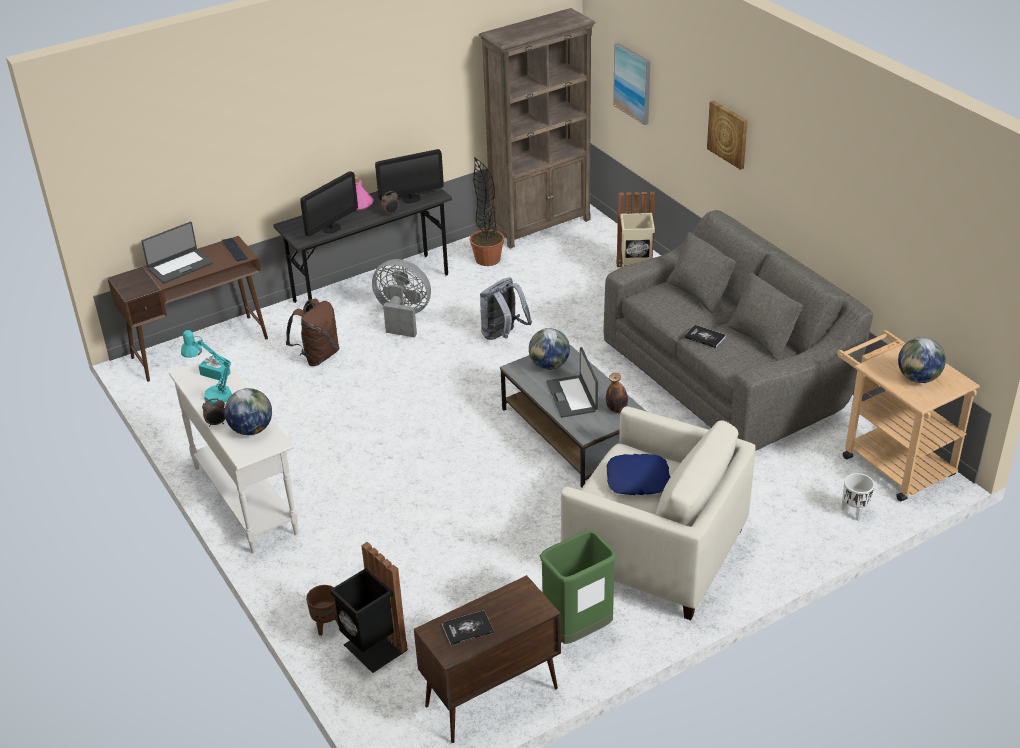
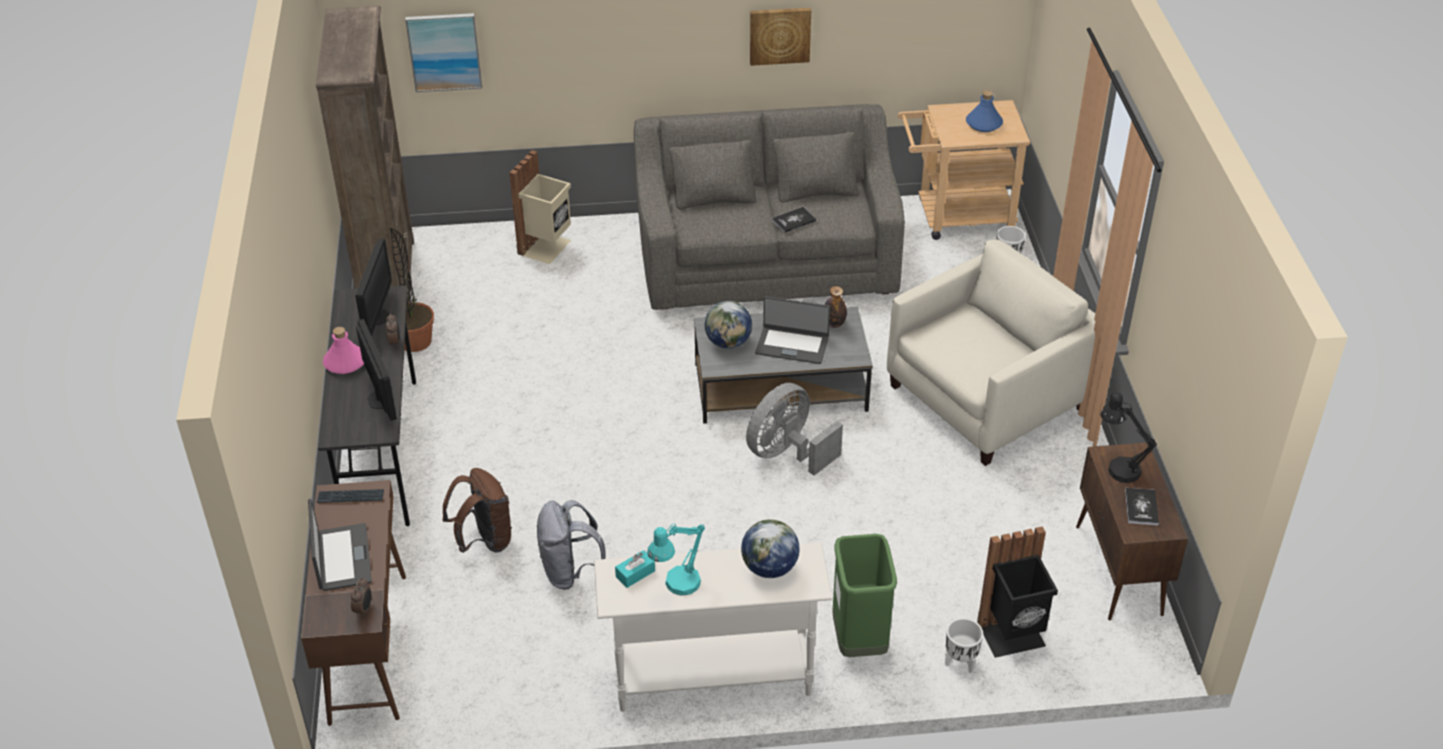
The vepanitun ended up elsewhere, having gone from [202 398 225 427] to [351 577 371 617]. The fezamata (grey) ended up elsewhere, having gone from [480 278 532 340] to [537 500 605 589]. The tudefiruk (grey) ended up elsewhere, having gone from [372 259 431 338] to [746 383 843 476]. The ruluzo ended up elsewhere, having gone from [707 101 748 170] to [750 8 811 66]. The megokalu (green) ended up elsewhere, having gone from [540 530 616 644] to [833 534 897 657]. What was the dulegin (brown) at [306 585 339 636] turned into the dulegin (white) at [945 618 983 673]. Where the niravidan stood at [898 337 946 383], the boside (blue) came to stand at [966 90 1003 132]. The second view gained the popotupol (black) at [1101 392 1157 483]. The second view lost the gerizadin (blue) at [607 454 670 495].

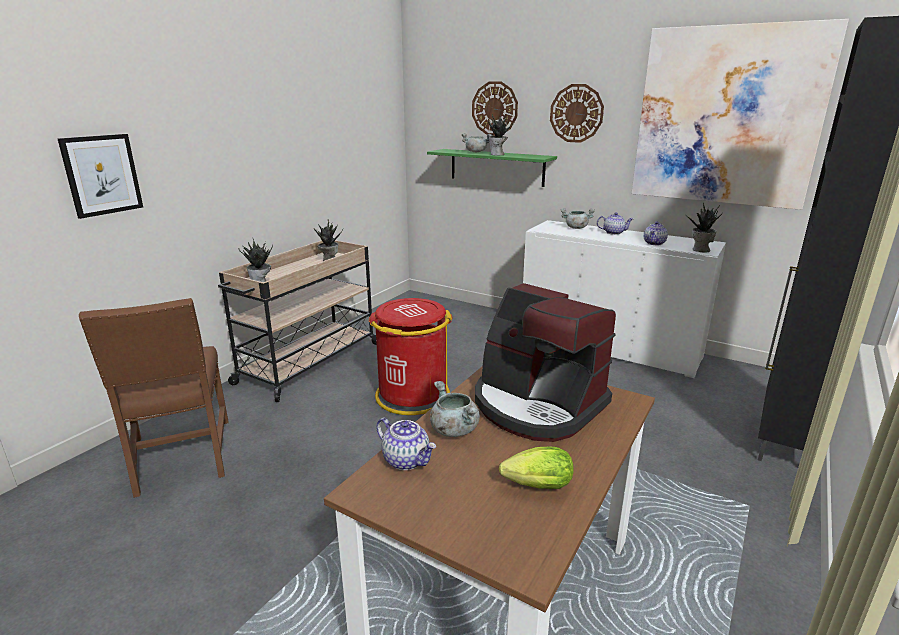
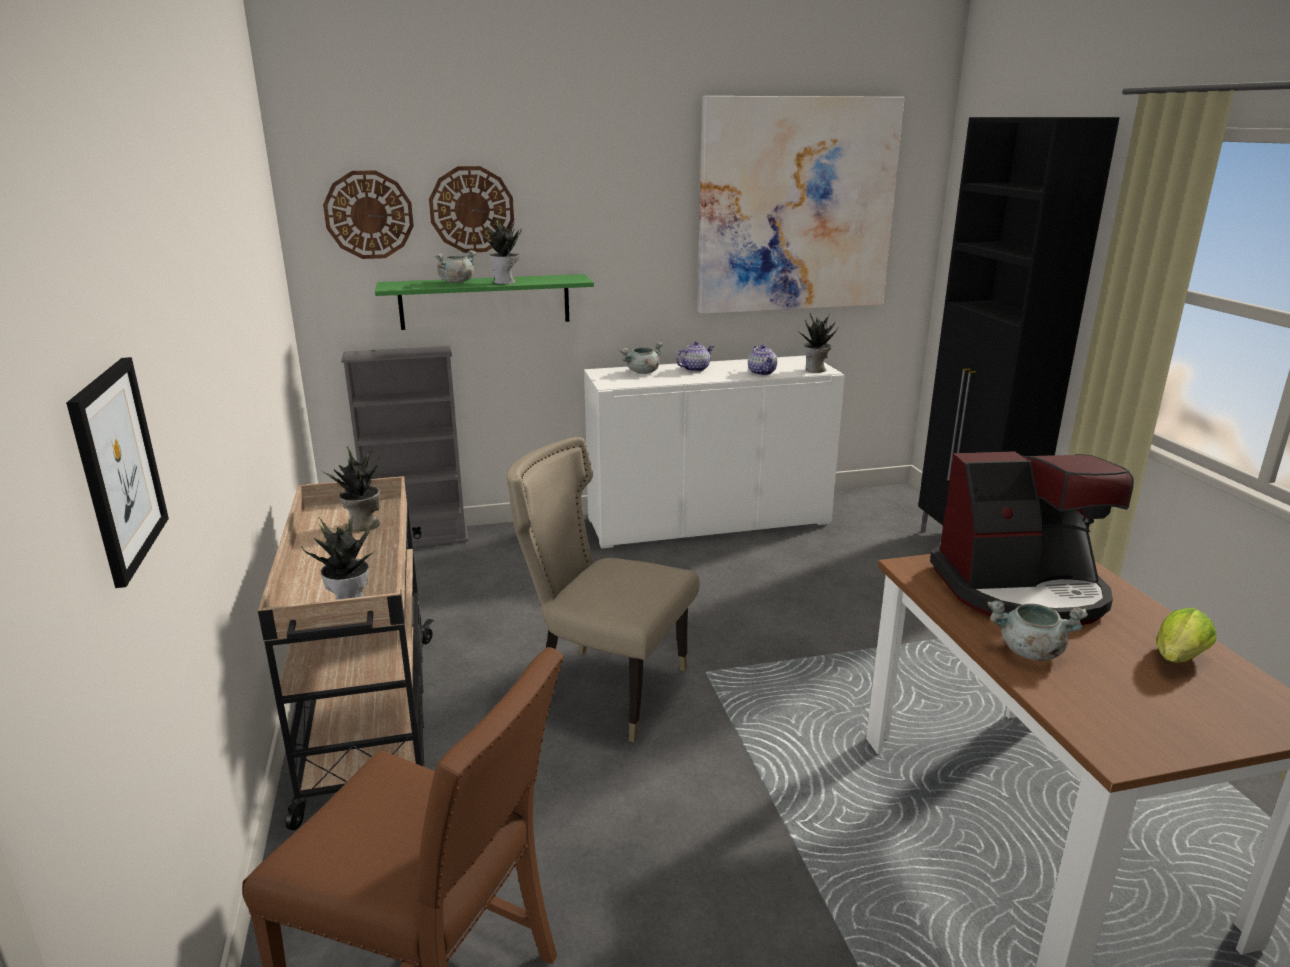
The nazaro ended up elsewhere, having gone from [550 84 604 143] to [323 170 414 259]. The second view gained the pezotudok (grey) at [341 346 468 547]. Where the megokalu (red) stood at [369 298 452 415], the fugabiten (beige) came to stand at [506 437 700 743]. The second view lost the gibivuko at [376 417 436 470].

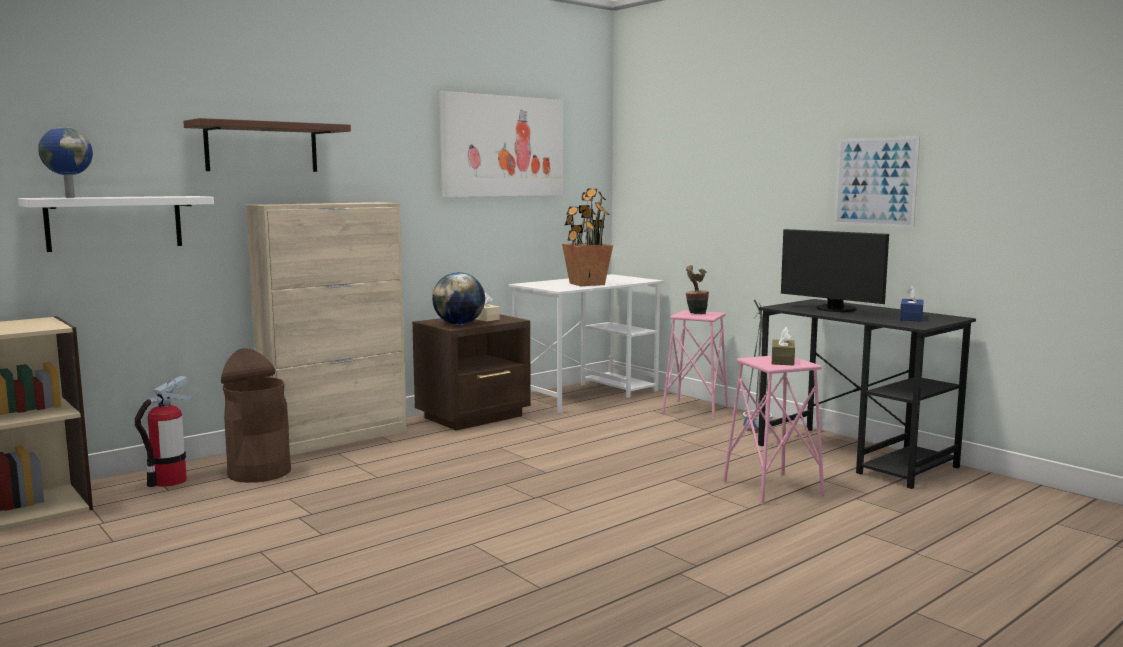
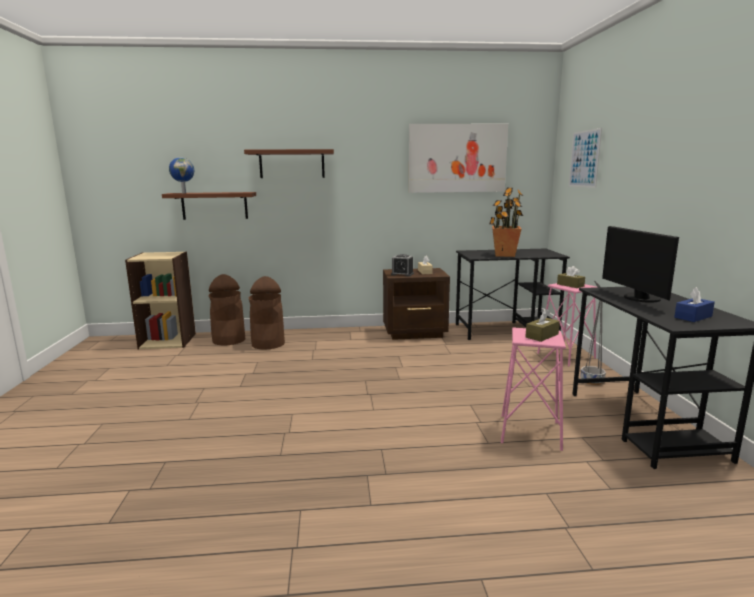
What was the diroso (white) at [18 196 214 252] turned into the diroso (brown) at [162 192 256 220]. Where the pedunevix stood at [135 376 192 487], the megokalu (brown) came to stand at [209 274 245 345]. Where the niravidan stood at [432 272 485 325], the vepanitun came to stand at [391 254 414 276]. What was the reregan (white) at [509 274 664 413] turned into the reregan (black) at [456 249 570 340]. Where the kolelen stood at [685 265 709 314], the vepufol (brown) came to stand at [557 266 585 288]. The ruluzo ended up elsewhere, having gone from [834 136 920 228] to [569 128 602 188]. The second view lost the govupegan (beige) at [246 202 407 456].

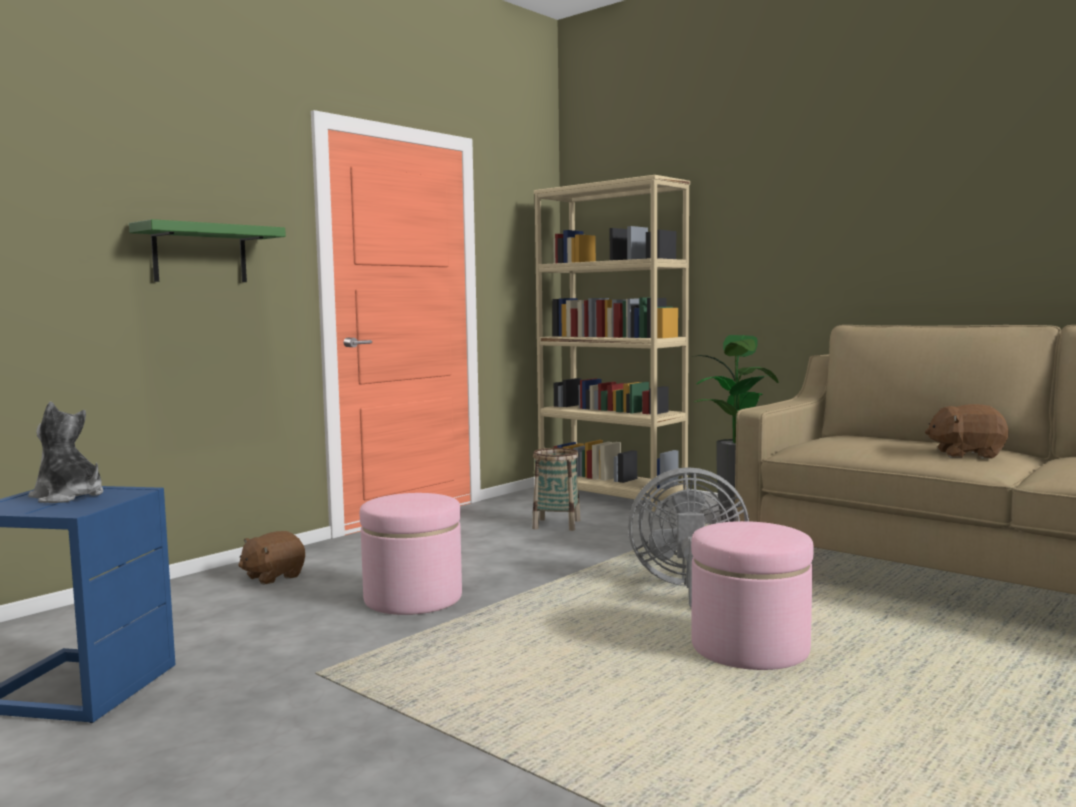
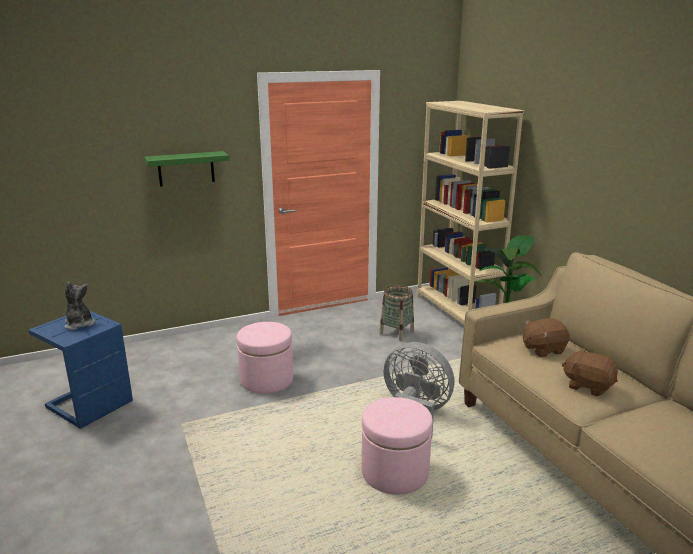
The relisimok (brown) ended up elsewhere, having gone from [239 531 305 585] to [523 318 570 357].

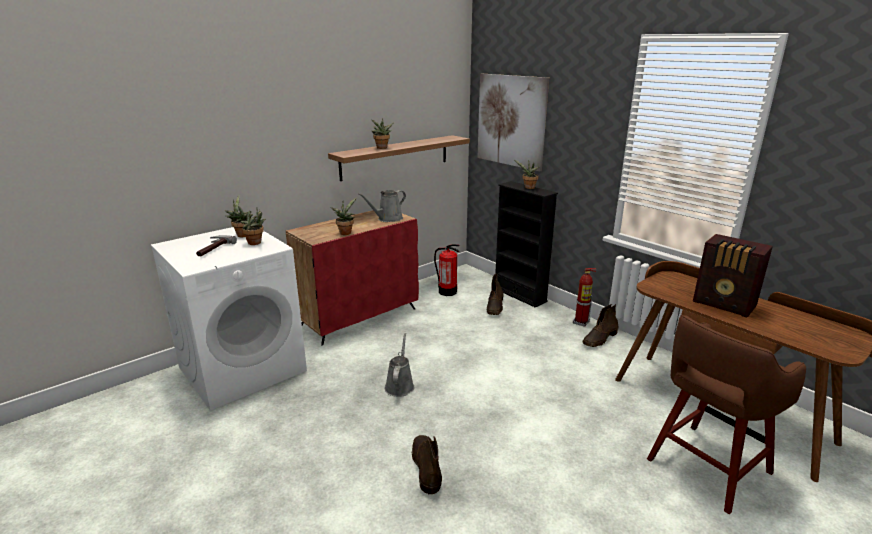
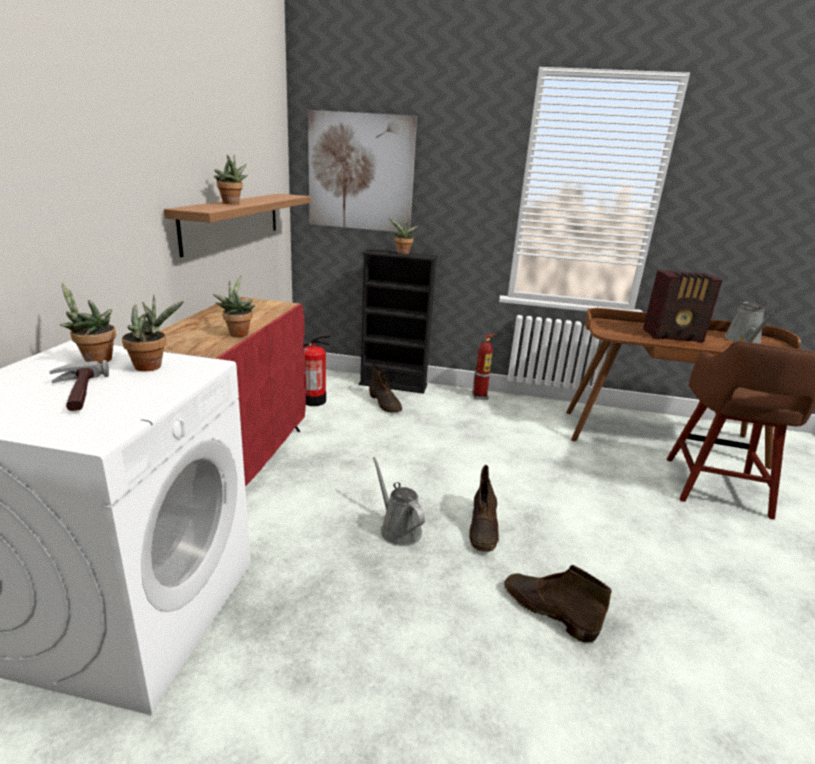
The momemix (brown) ended up elsewhere, having gone from [583 304 619 347] to [469 465 499 552]. The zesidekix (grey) ended up elsewhere, having gone from [358 190 406 222] to [725 302 777 344].

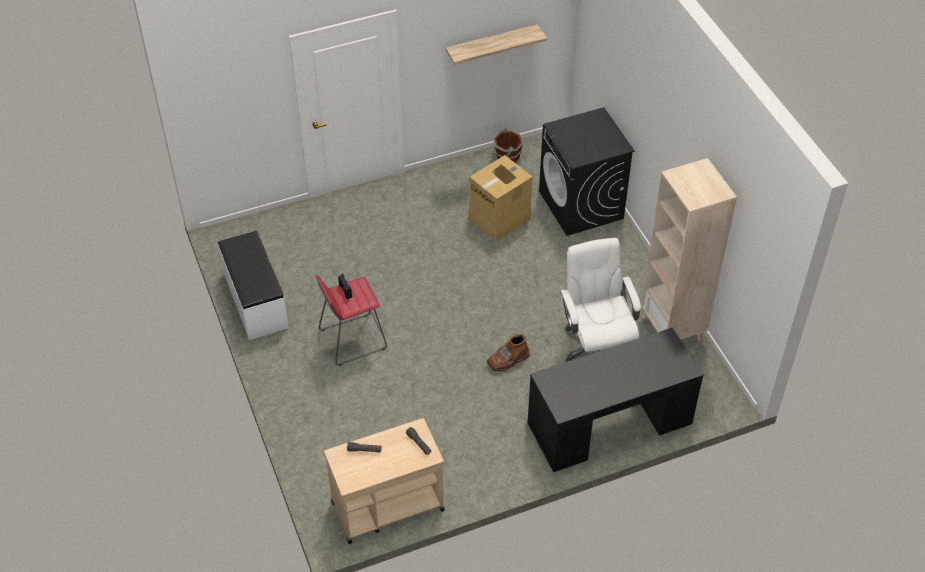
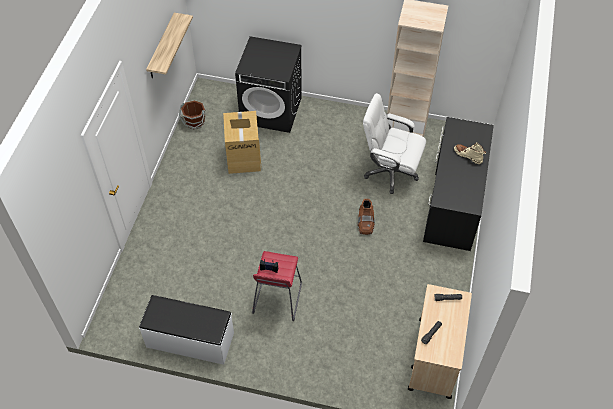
The second view gained the momemix (beige) at [454 142 486 164].

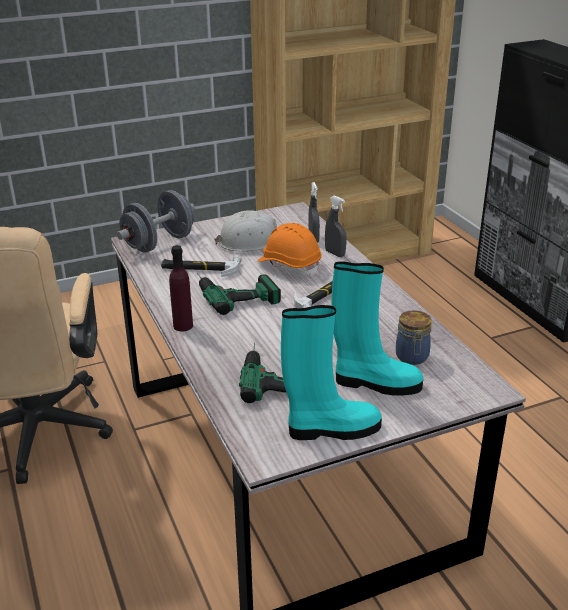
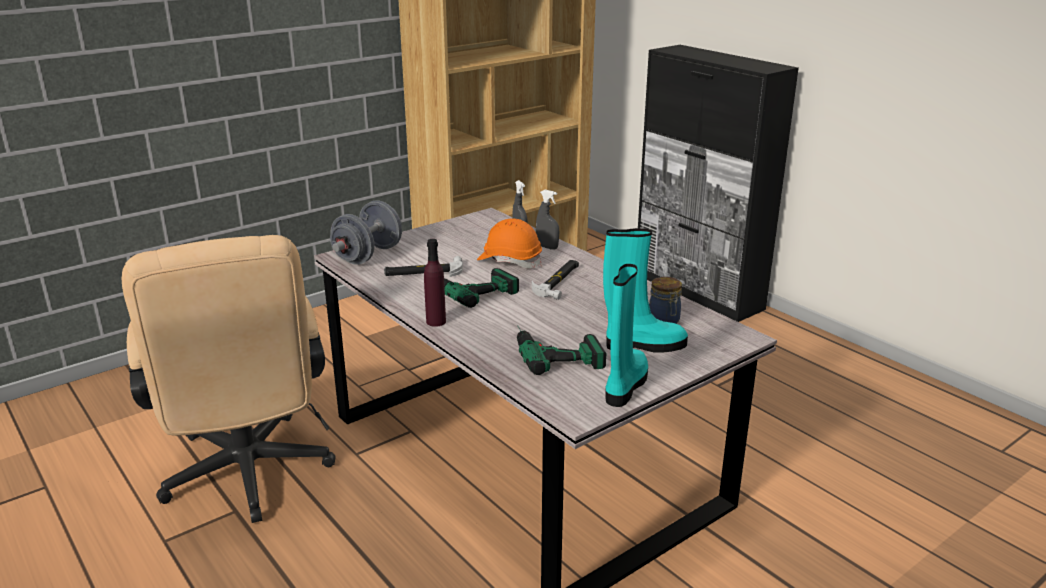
The momemix (turquoise) at [281 305 382 440] ended up facing another way, 45 degrees counterclockwise from before. The second view lost the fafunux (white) at [214 210 277 252].

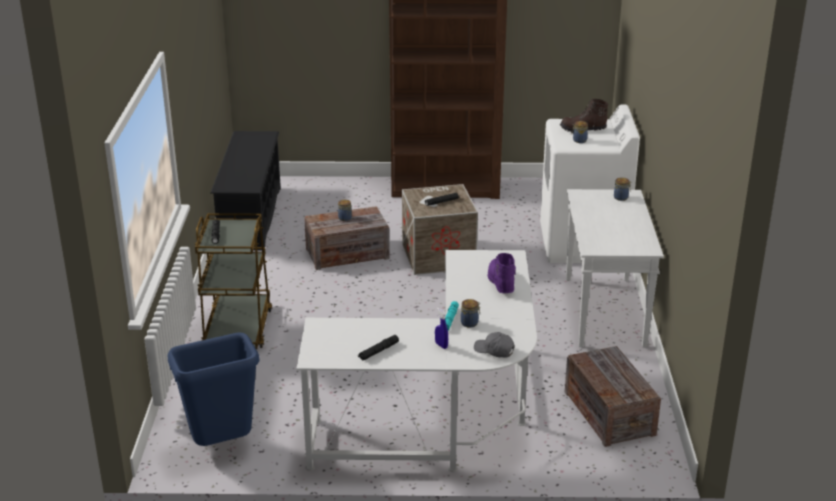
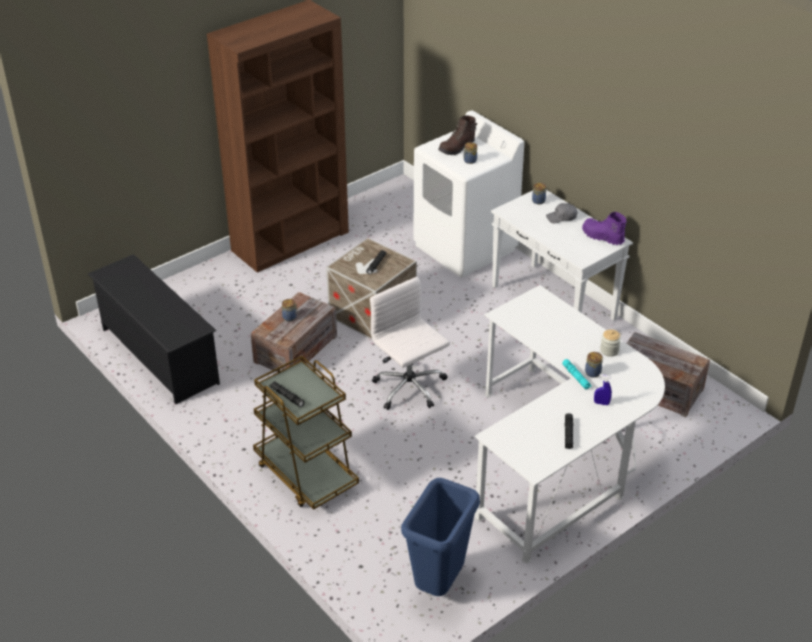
The second view gained the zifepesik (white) at [370 277 450 410]. The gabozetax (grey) ended up elsewhere, having gone from [474 332 515 358] to [546 203 578 223]. The momemix (purple) ended up elsewhere, having gone from [487 253 516 293] to [582 212 626 245]. The second view gained the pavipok at [600 329 621 357].

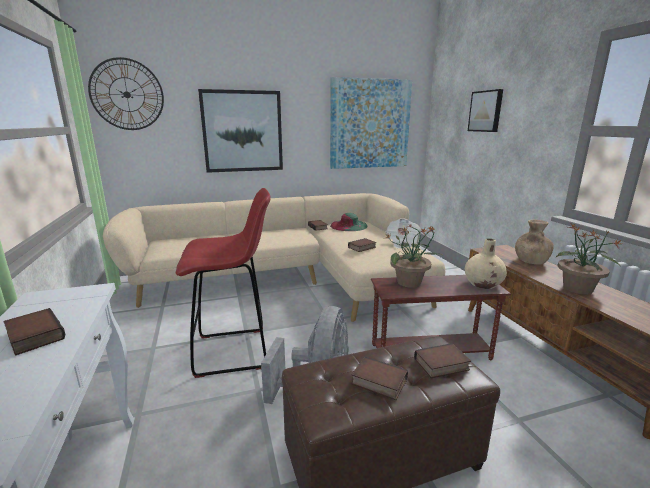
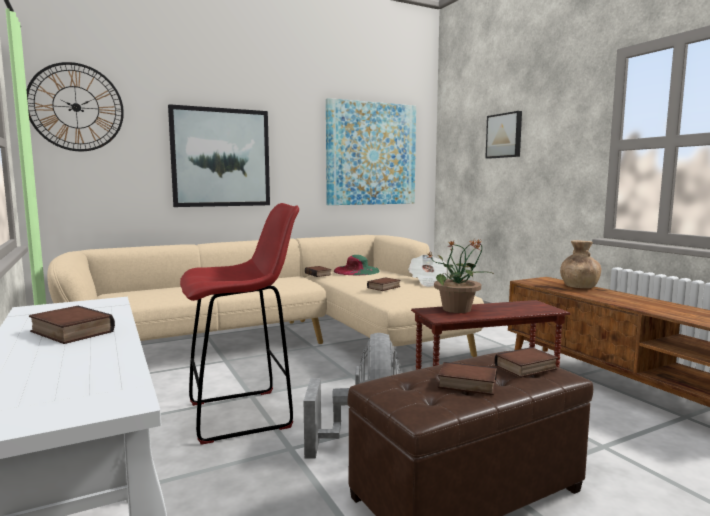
The second view lost the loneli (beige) at [465 238 507 289]. The second view lost the kolelen at [556 223 624 294].

